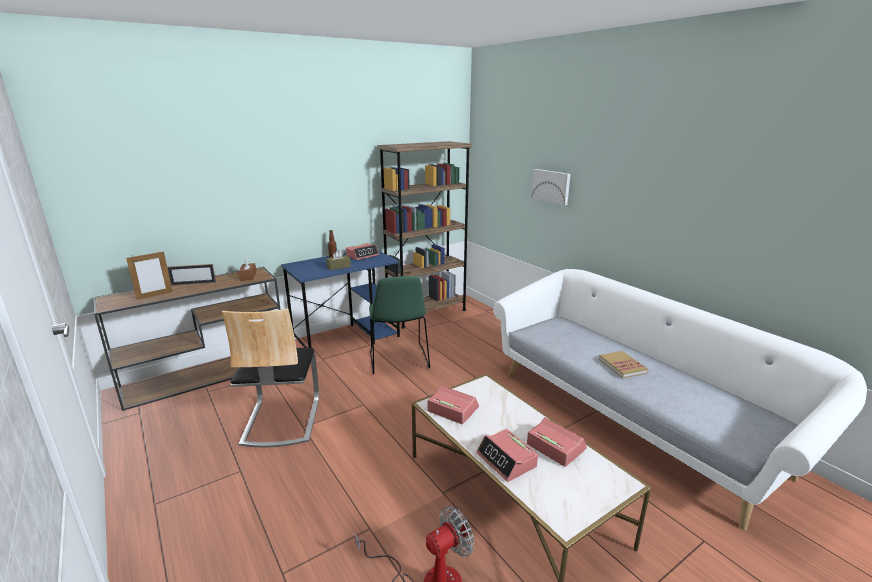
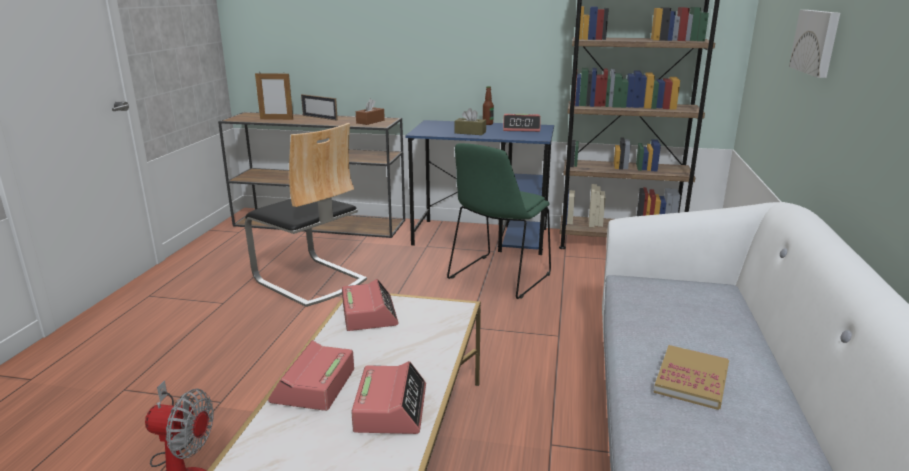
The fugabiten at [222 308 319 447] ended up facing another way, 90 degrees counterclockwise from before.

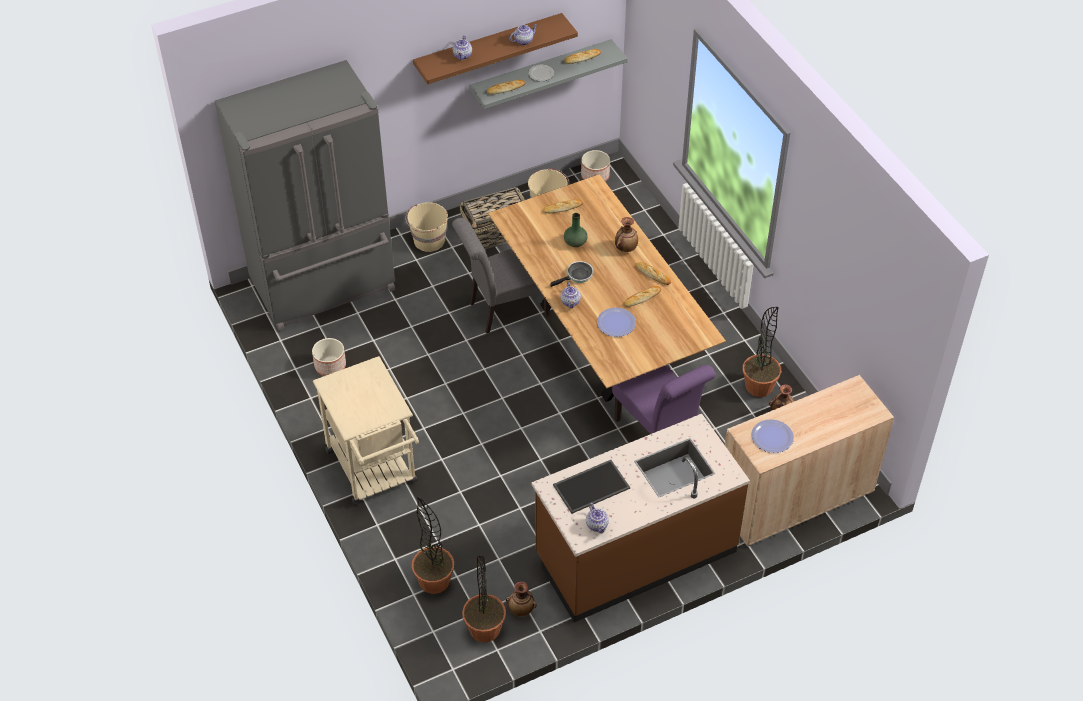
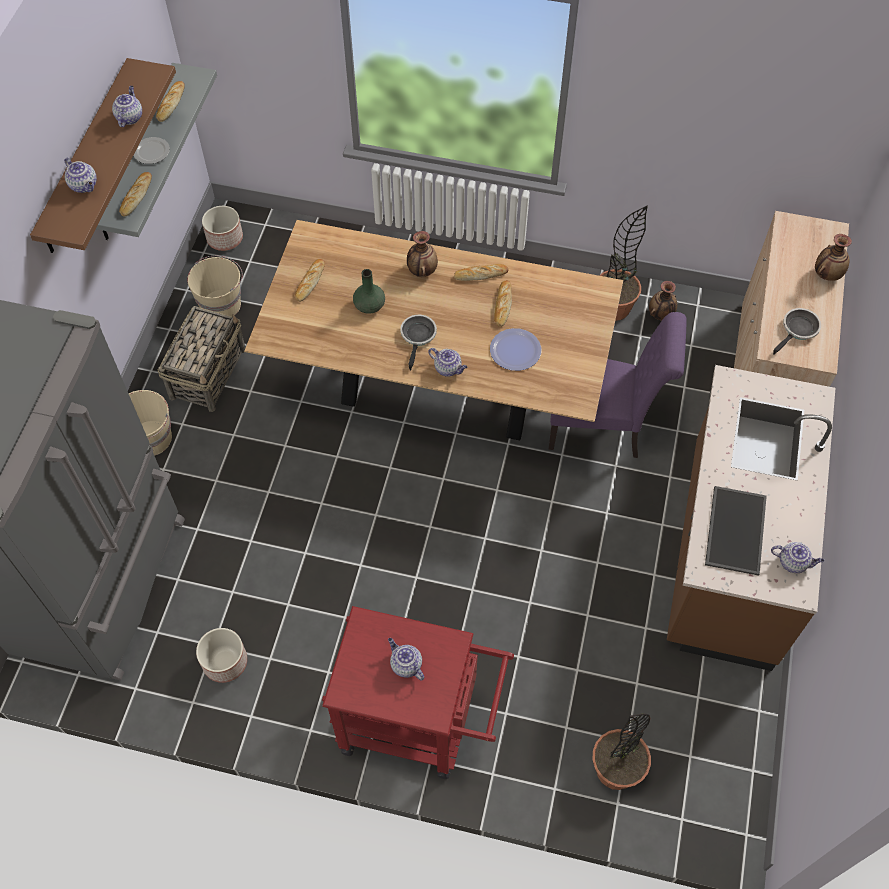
What was the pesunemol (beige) at [313 356 419 505] turned into the pesunemol (red) at [322 606 514 779]. The second view gained the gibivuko at [388 638 424 681]. Where the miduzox stood at [752 419 794 453], the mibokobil came to stand at [773 308 821 355]. The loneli ended up elsewhere, having gone from [506 581 537 617] to [815 234 852 281]. The second view lost the fugabiten (grey) at [452 218 550 334]. The second view lost the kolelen at [462 555 506 642].

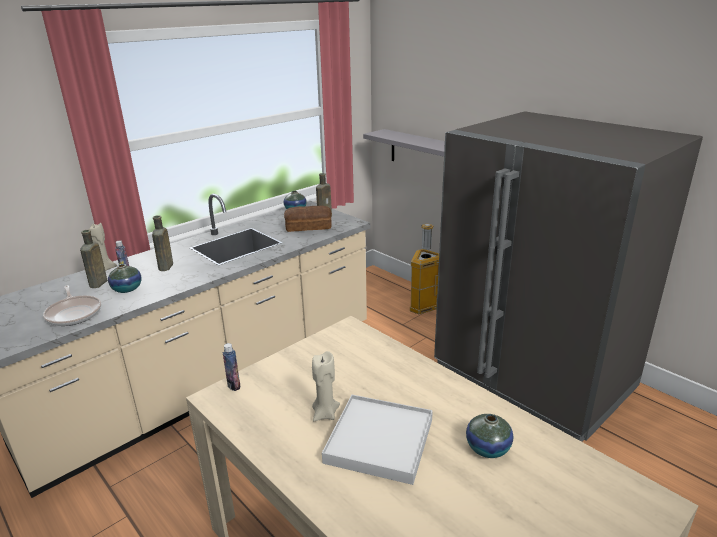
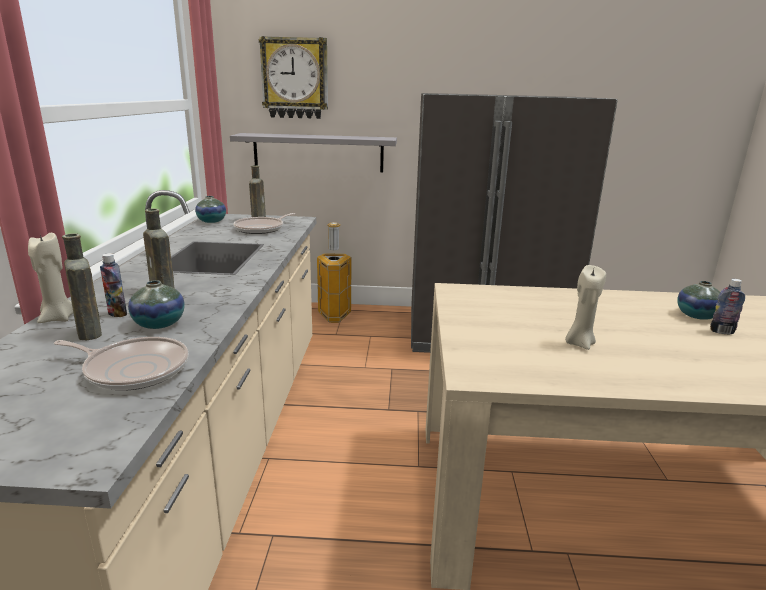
Where the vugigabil stood at [284 205 332 232], the mibokobil came to stand at [234 213 296 234]. The second view gained the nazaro at [259 36 328 119]. The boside ended up elsewhere, having gone from [223 343 240 391] to [710 279 745 334]. The second view lost the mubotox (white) at [322 395 433 485].

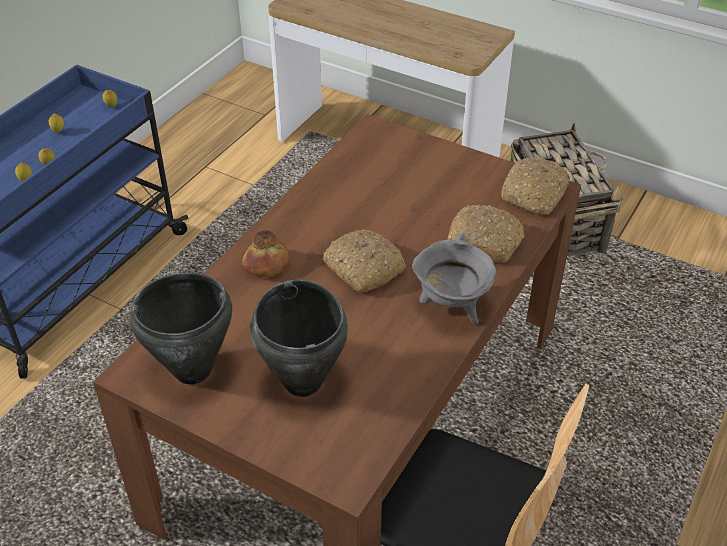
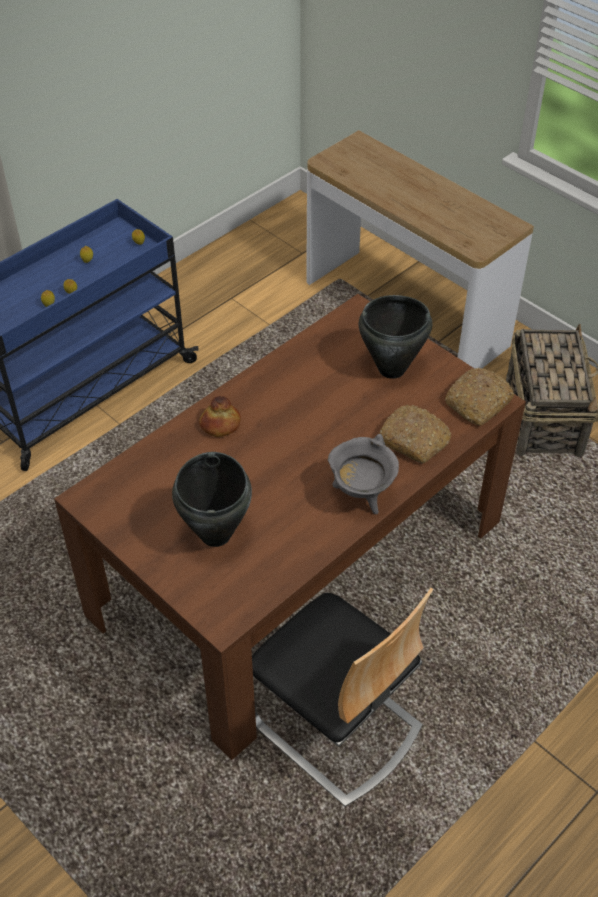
The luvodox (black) ended up elsewhere, having gone from [130 273 232 384] to [358 295 432 379]. The second view lost the vugigabil at [322 230 406 293].

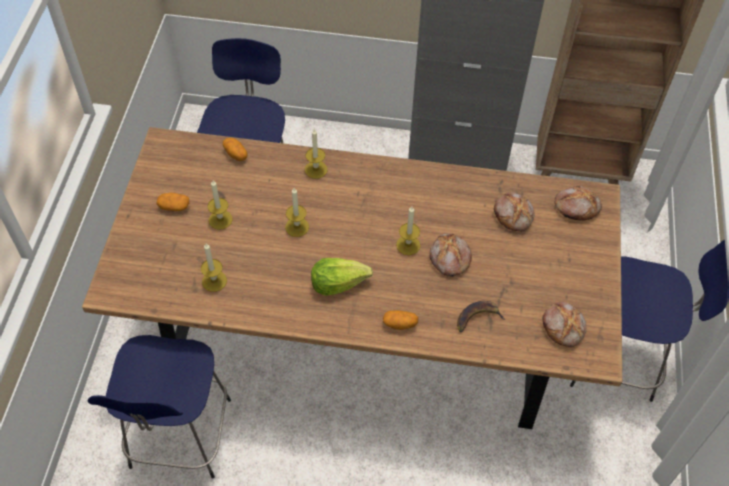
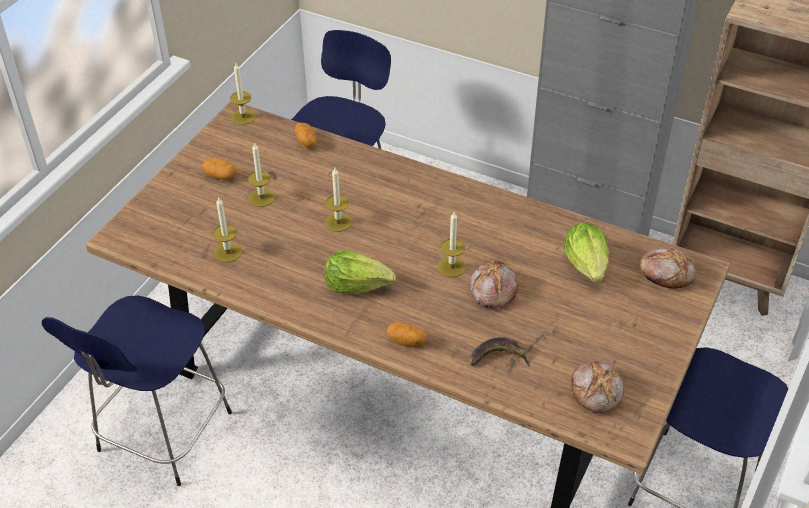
The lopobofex ended up elsewhere, having gone from [305 129 327 179] to [230 63 256 125]. Where the vugigabil stood at [494 192 535 232], the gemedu came to stand at [564 223 609 282].

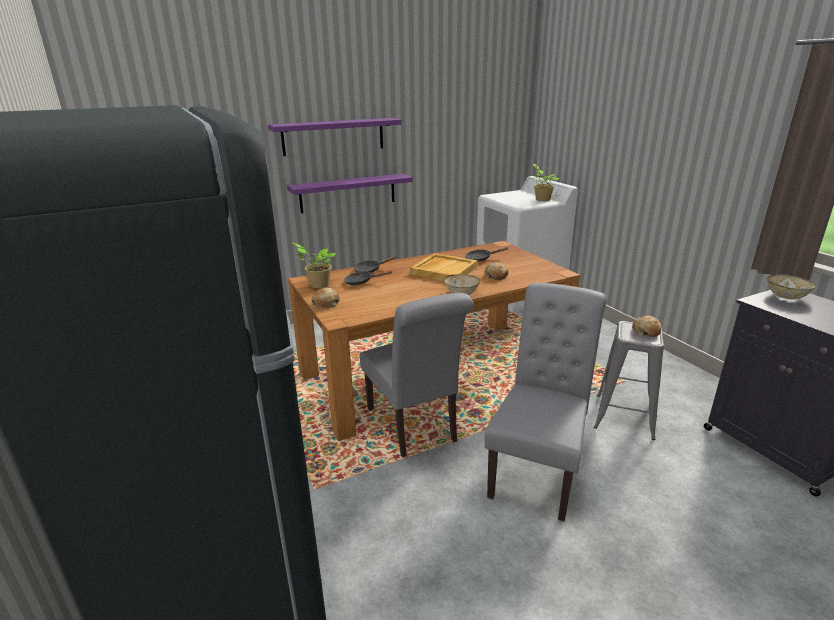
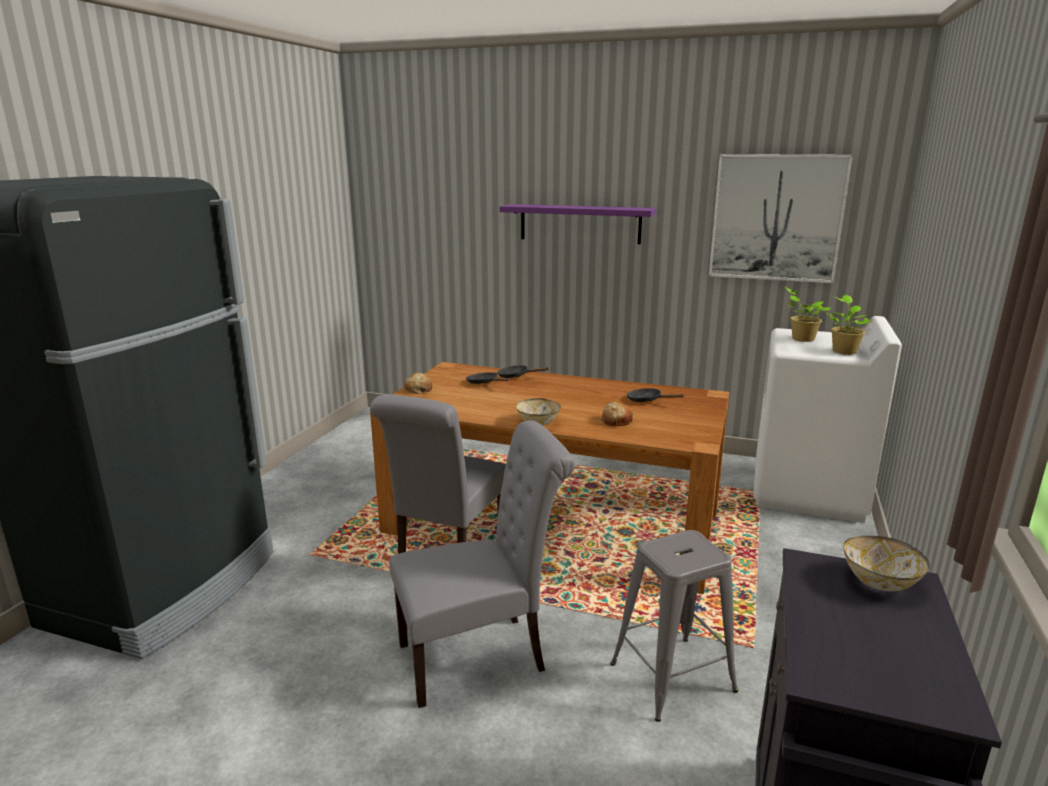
The second view gained the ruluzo at [709 154 853 283]. The kolelen ended up elsewhere, having gone from [292 243 336 288] to [785 287 831 342]. The second view lost the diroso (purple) at [287 174 413 213]. The second view lost the mubotox (beige) at [410 253 478 281]. The second view lost the vugigabil at [632 315 662 337].

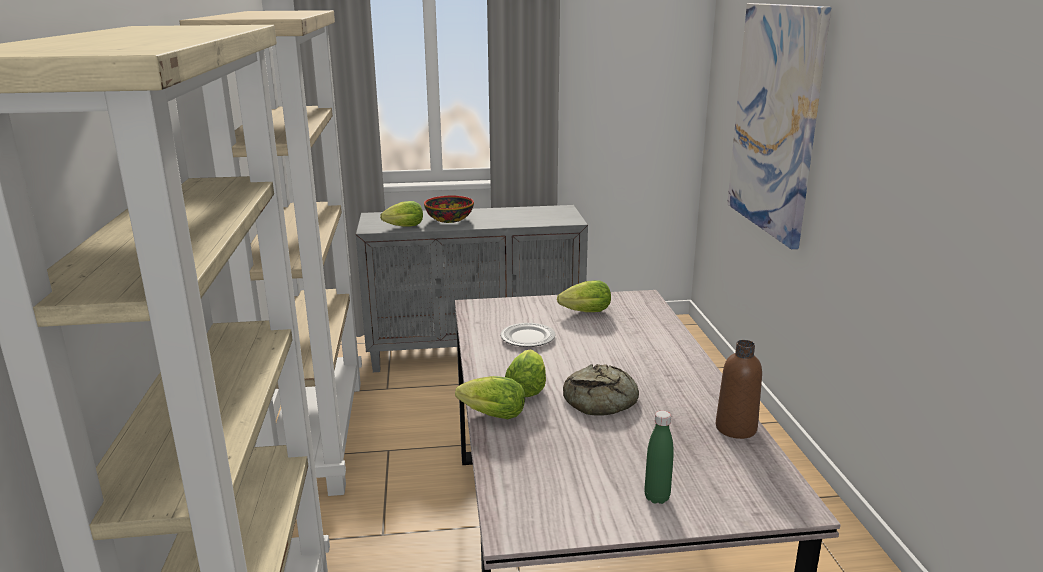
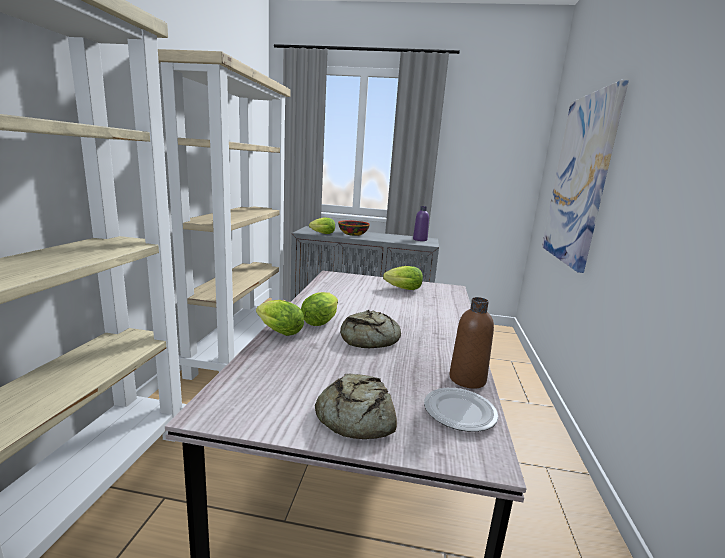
Where the boside (green) stood at [644 411 674 504], the vugigabil came to stand at [315 373 397 439]. The second view gained the boside (purple) at [413 206 429 241]. The miduzox ended up elsewhere, having gone from [500 323 556 347] to [424 388 498 432].

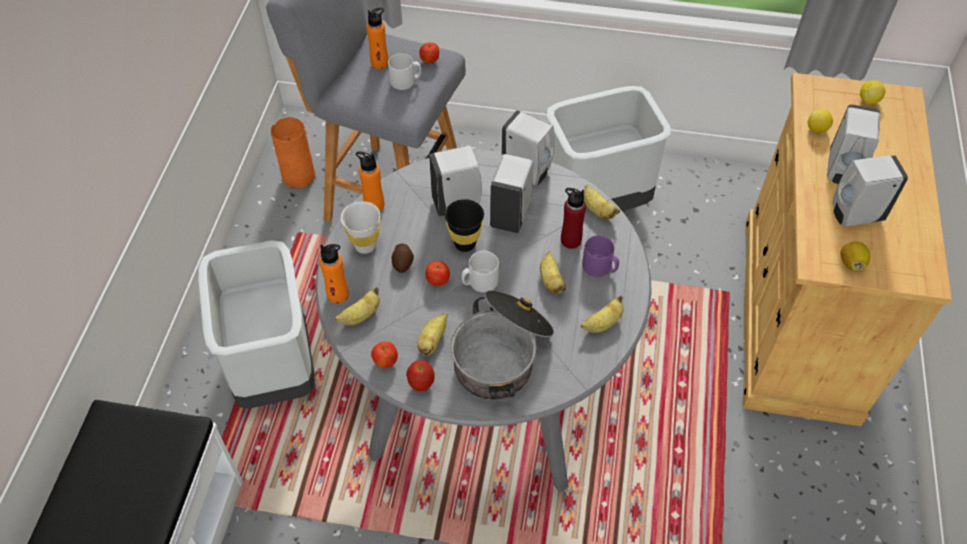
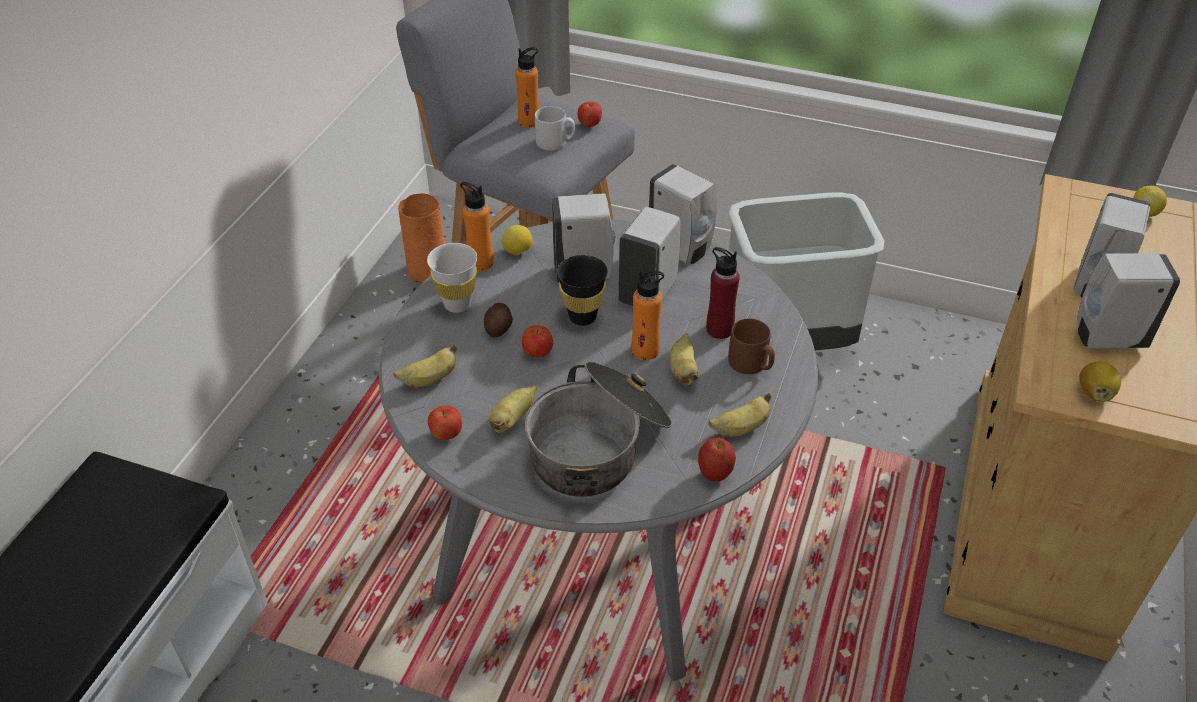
The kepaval ended up elsewhere, having gone from [808 109 833 133] to [502 225 532 255]. The boside (orange) ended up elsewhere, having gone from [320 244 349 303] to [631 270 664 360]. The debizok ended up elsewhere, having gone from [406 360 435 392] to [698 437 736 482]. What was the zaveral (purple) at [582 235 619 277] turned into the zaveral (brown) at [728 319 775 374]. The second view lost the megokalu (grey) at [198 240 315 409]. The second view lost the zaveral (grey) at [461 251 499 293]. The second view lost the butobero at [584 184 620 219].

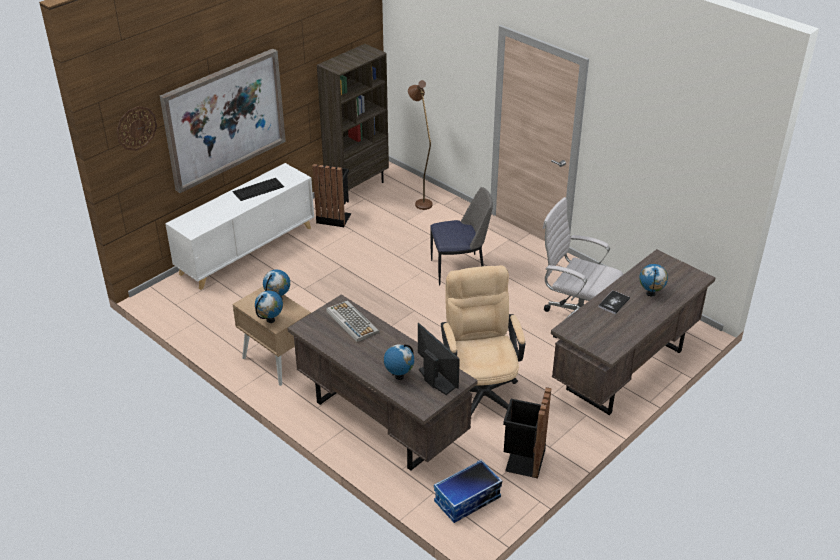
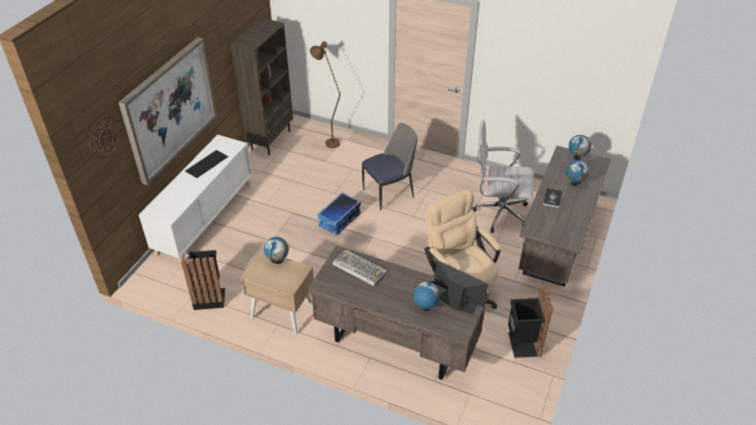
The megokalu (black) ended up elsewhere, having gone from [312 164 351 227] to [181 250 225 310]. The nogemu ended up elsewhere, having gone from [434 459 502 523] to [317 192 361 235]. The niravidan ended up elsewhere, having gone from [255 290 283 323] to [569 135 591 160].

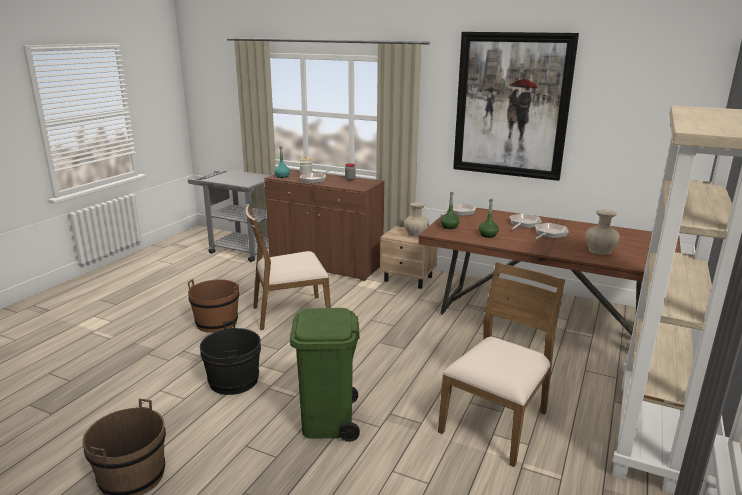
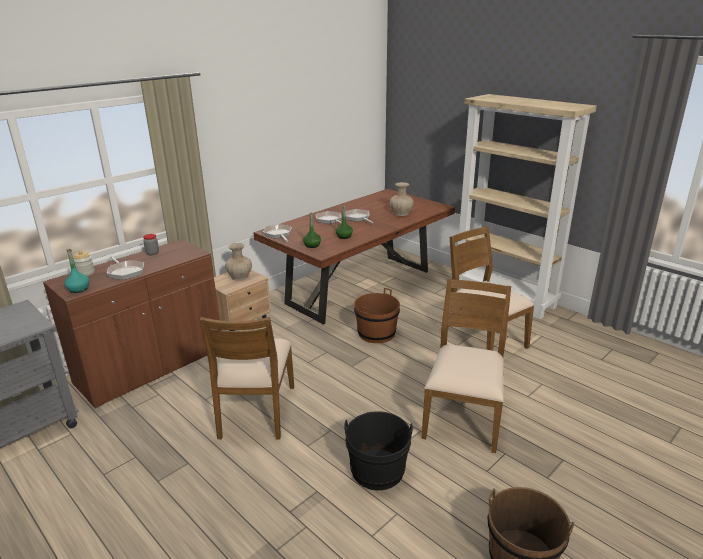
The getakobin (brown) ended up elsewhere, having gone from [188 279 239 333] to [354 288 400 343]. Where the megokalu (green) stood at [290 308 360 442], the fugabiten (brown) came to stand at [421 279 511 453]. The second view lost the ruluzo at [453 32 579 181].

